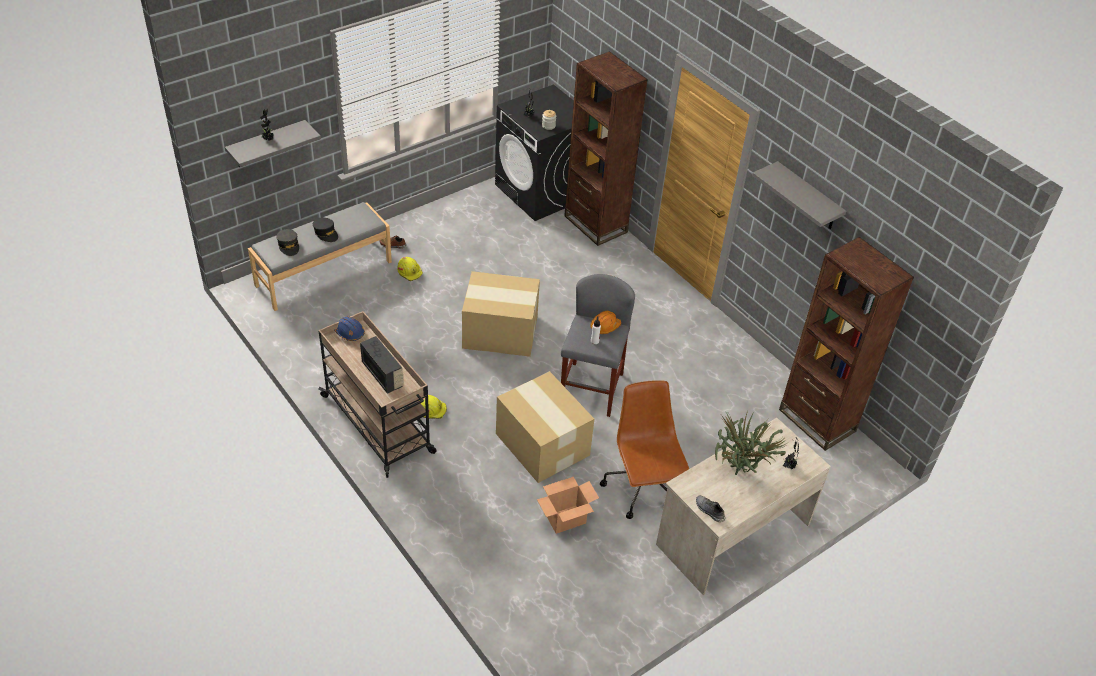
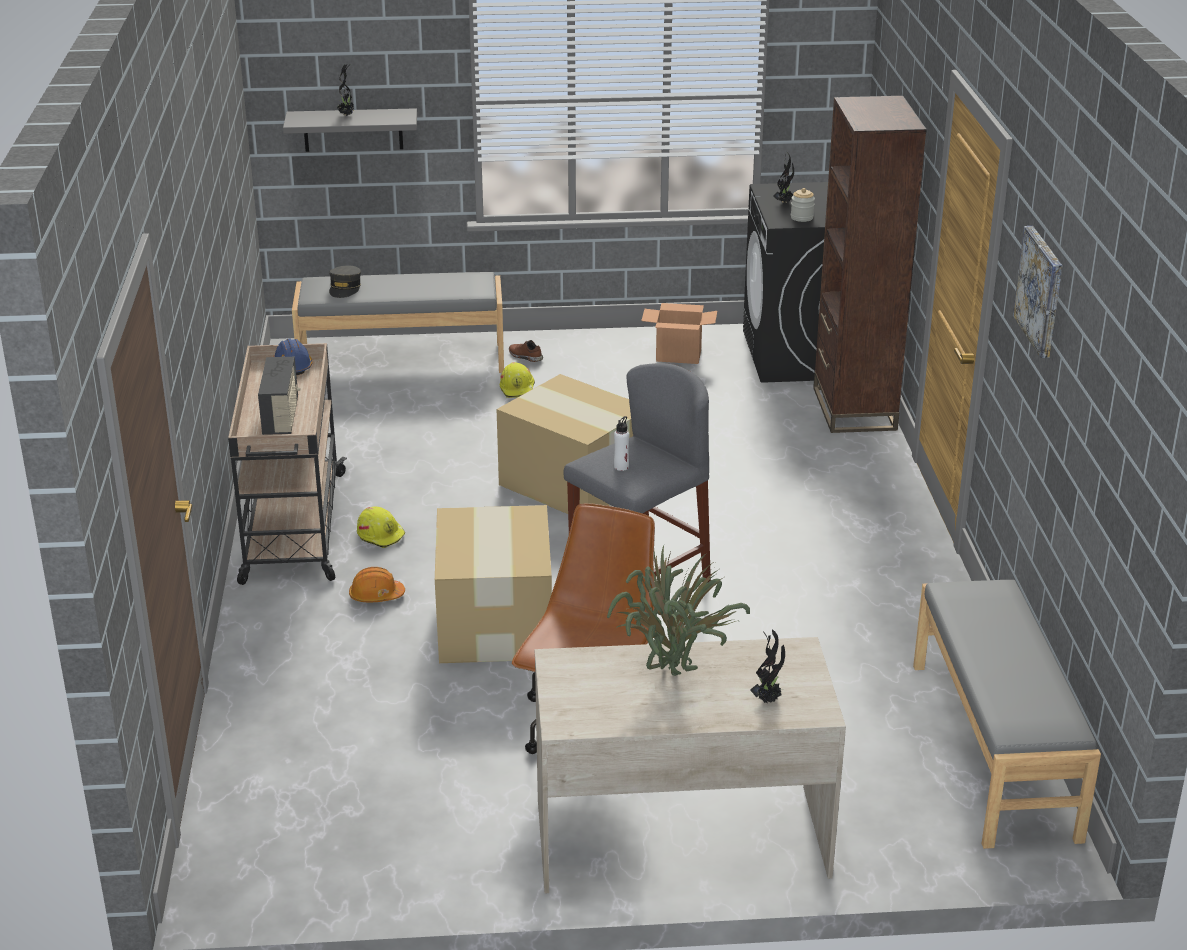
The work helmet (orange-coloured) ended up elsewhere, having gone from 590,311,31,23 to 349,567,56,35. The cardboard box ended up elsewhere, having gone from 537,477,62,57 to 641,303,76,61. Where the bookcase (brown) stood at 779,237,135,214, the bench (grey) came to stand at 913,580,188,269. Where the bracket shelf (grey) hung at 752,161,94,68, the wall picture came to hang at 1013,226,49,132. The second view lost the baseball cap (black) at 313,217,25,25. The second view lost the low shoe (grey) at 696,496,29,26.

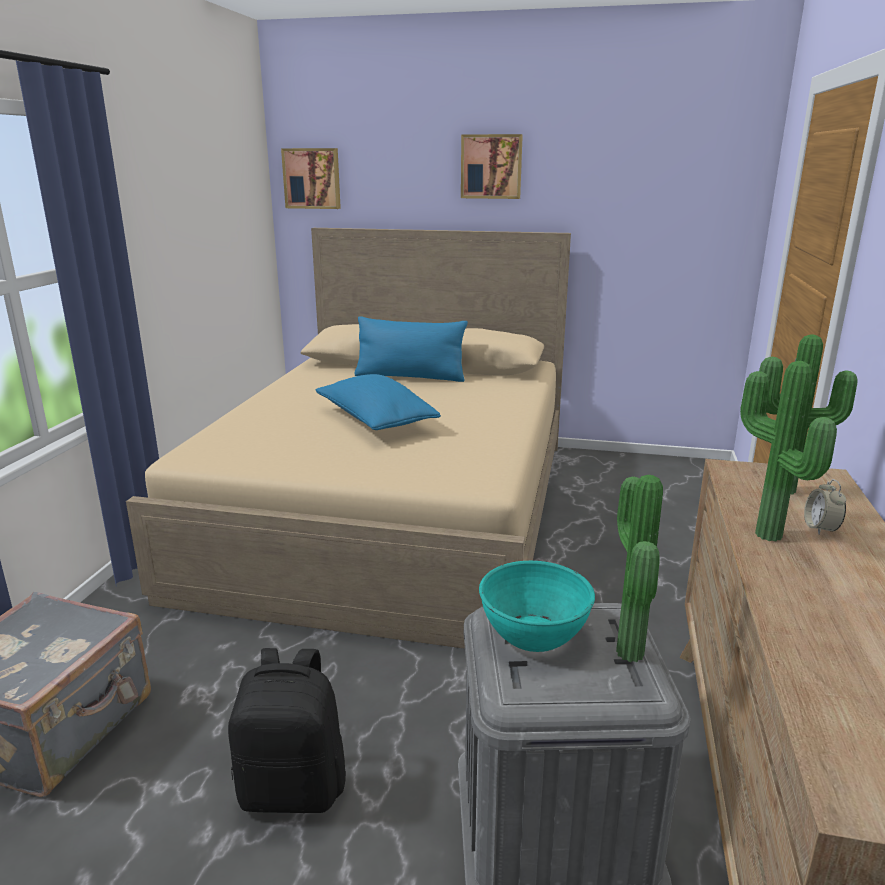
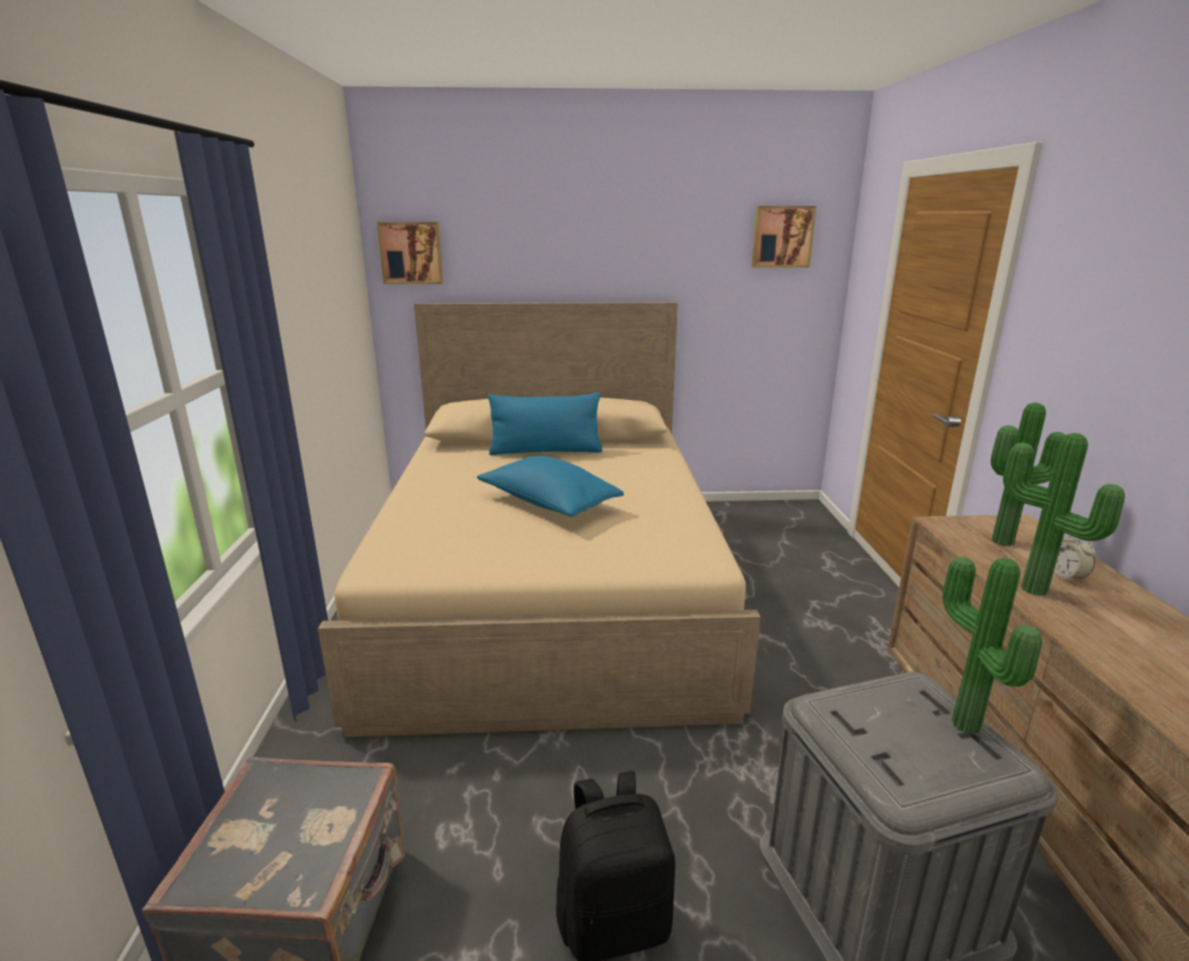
The wall picture ended up elsewhere, having gone from 461,134,62,65 to 752,206,64,62. The second view lost the bowl (turquoise) at 479,561,116,91.

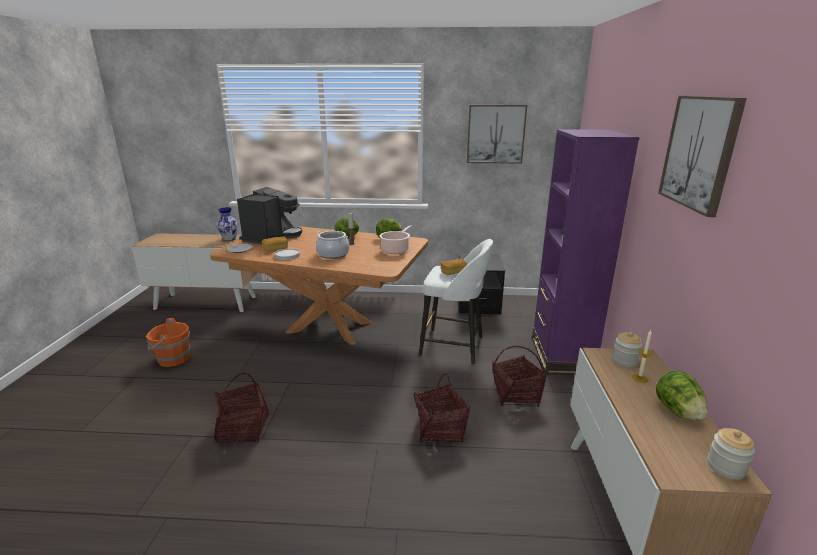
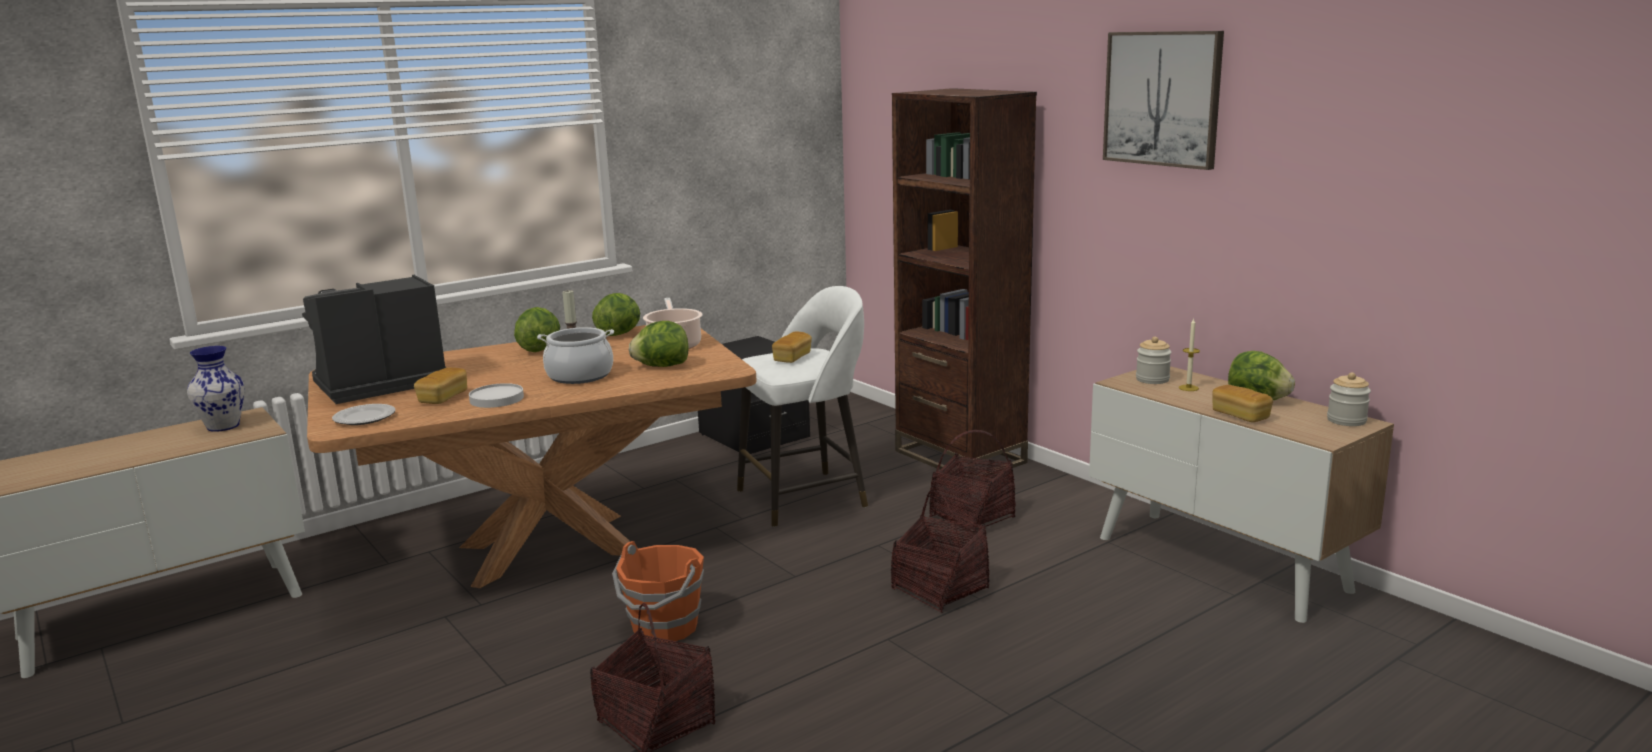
The coffee maker at 237,187,65,57 ended up facing another way, 105 degrees counterclockwise from before. The water bucket (orange-coloured) ended up elsewhere, having gone from 146,318,44,49 to 612,541,92,102. The second view gained the head of lettuce at 629,321,59,46. What was the bookcase (purple-coloured) at 532,129,108,246 turned into the bookcase (brown) at 892,88,145,395. The second view gained the bread at 1212,385,61,37. The second view lost the wall picture at 467,105,60,59.

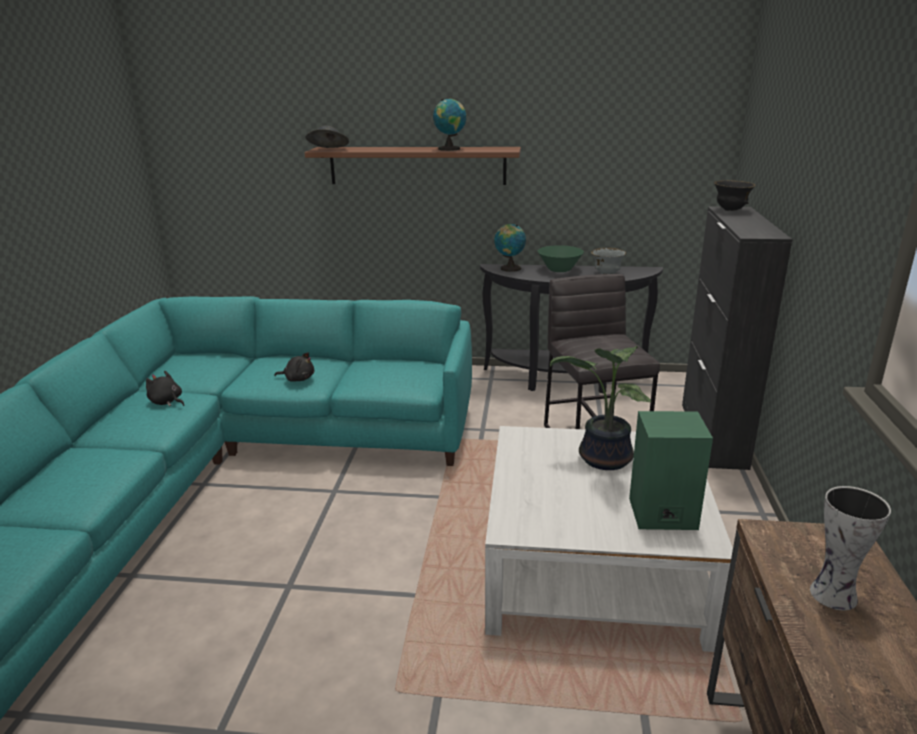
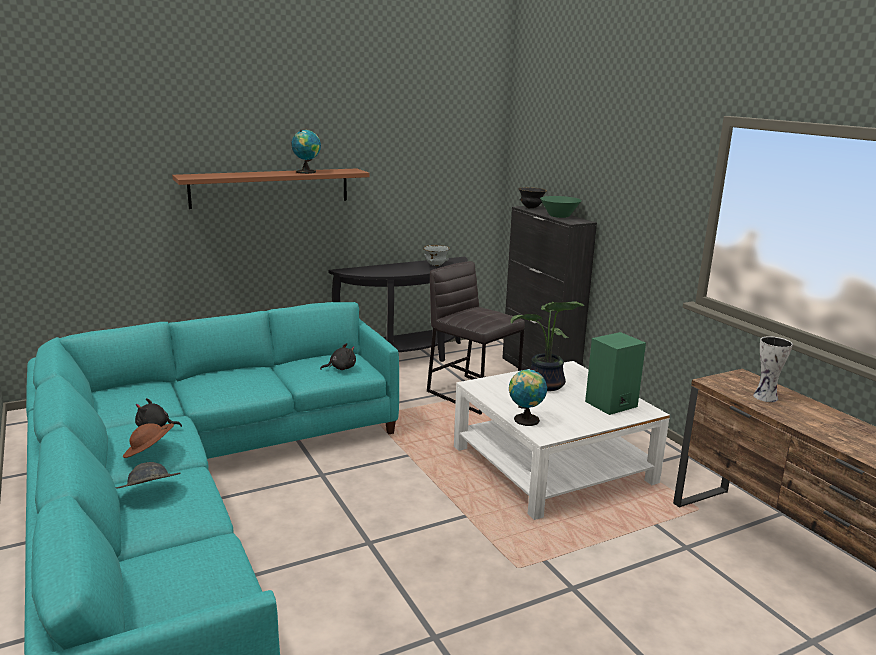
The wearable hat (grey) ended up elsewhere, having gone from 305,126,44,22 to 115,462,65,26. The second view gained the wearable hat (brown) at 123,423,51,35. The soft toy (black) ended up elsewhere, having gone from 274,352,40,30 to 320,343,36,27. The globe ended up elsewhere, having gone from 494,224,32,48 to 509,369,38,57. The bowl (green) ended up elsewhere, having gone from 538,245,46,27 to 540,196,42,22.

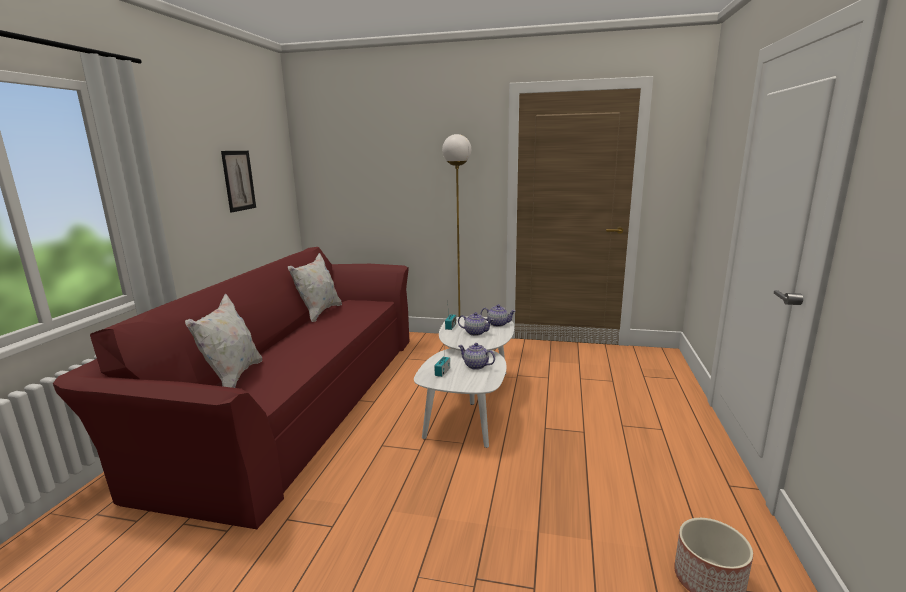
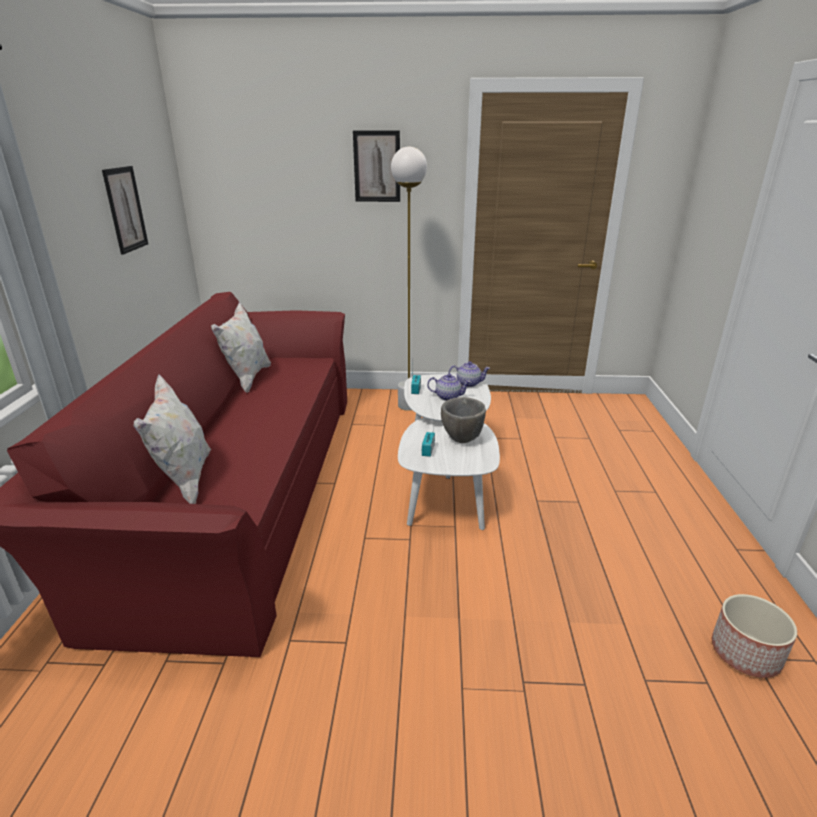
The second view gained the wall picture at 353,130,47,72. Where the pot for tea stood at 458,343,37,27, the bowl (grey) came to stand at 441,397,45,46.

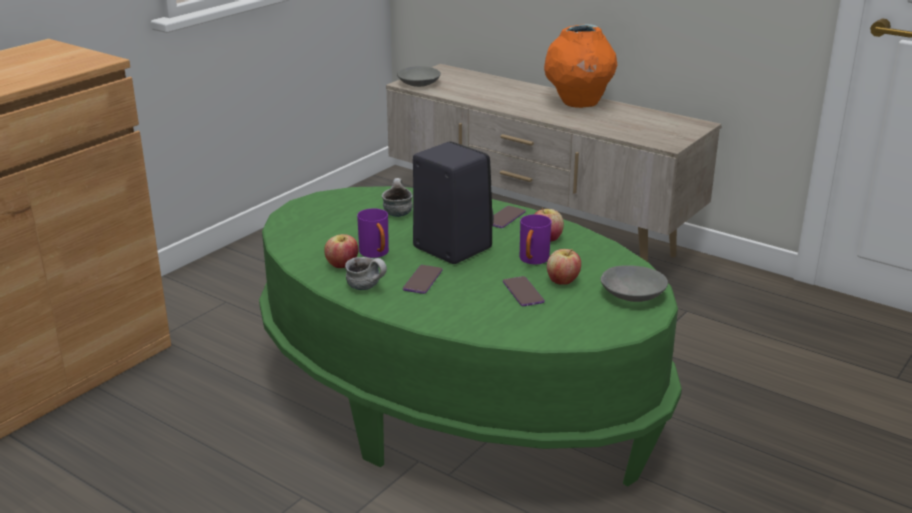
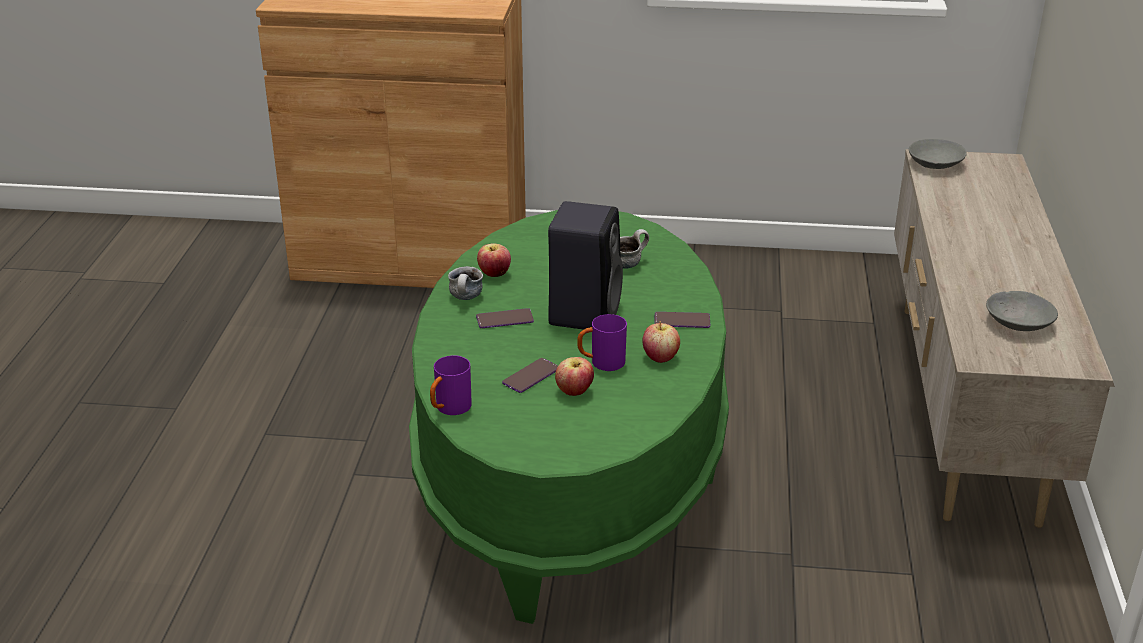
The tea mug (purple-coloured) ended up elsewhere, having gone from 357,209,32,49 to 430,355,42,60. The bowl (grey) ended up elsewhere, having gone from 601,265,67,37 to 986,291,72,40. The second view lost the decorative vase (orange-coloured) at 544,24,73,84.

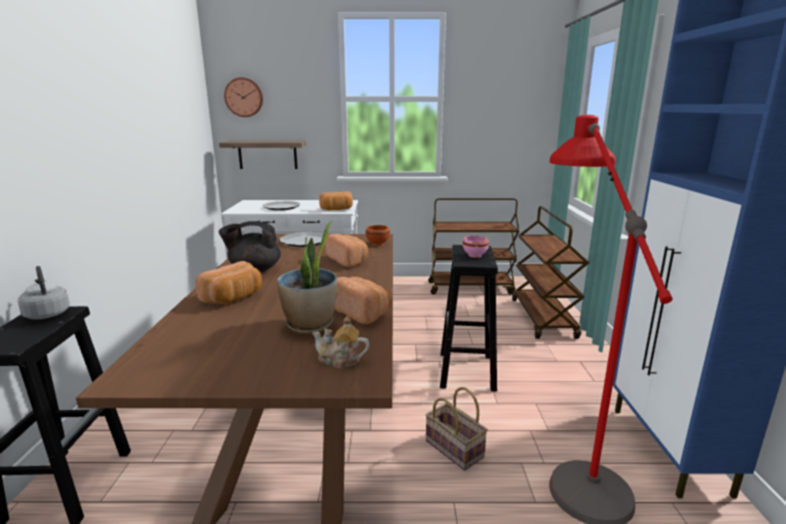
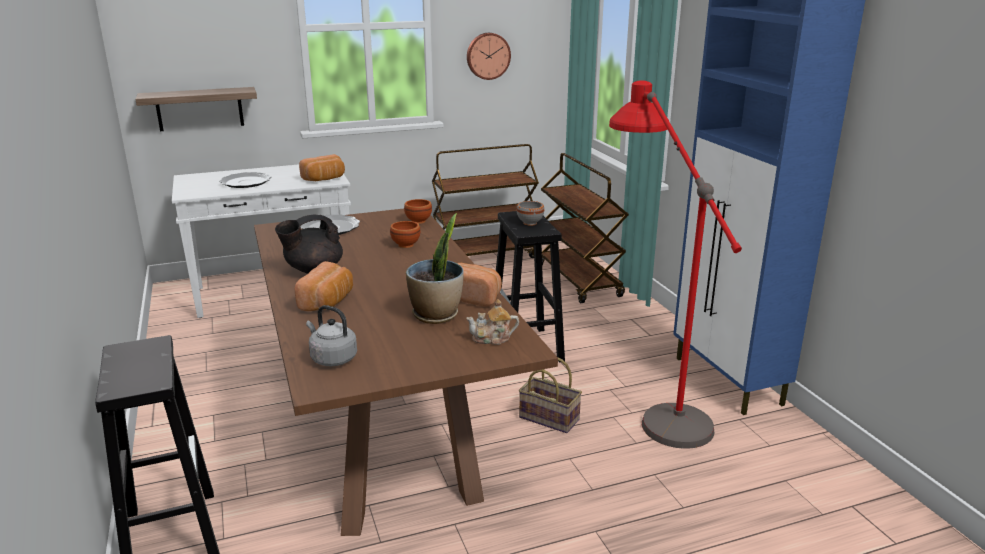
The tea kettle (grey) ended up elsewhere, having gone from 18,266,52,54 to 306,305,51,61. Where the bread stood at 325,234,43,33, the bowl (brown) came to stand at 390,221,31,27. The wall clock ended up elsewhere, having gone from 224,77,39,40 to 467,33,44,47. What was the bowl (pink-coloured) at 463,235,26,23 turned into the bowl (grey) at 517,201,27,25.

